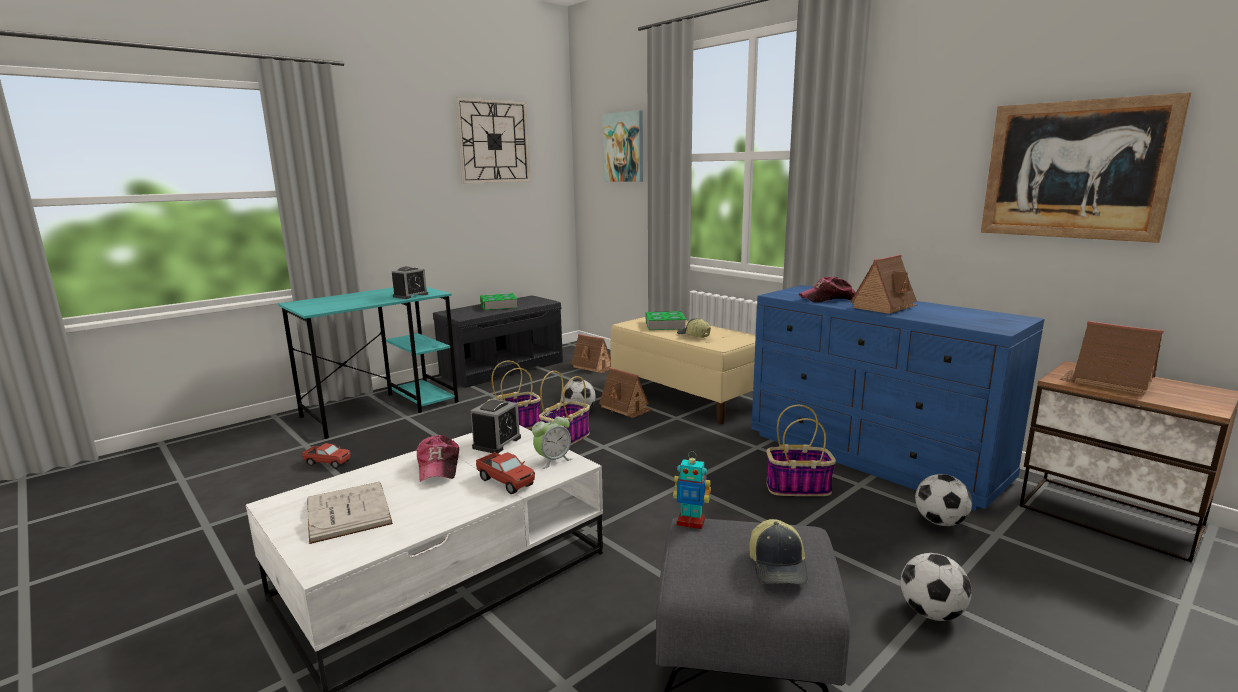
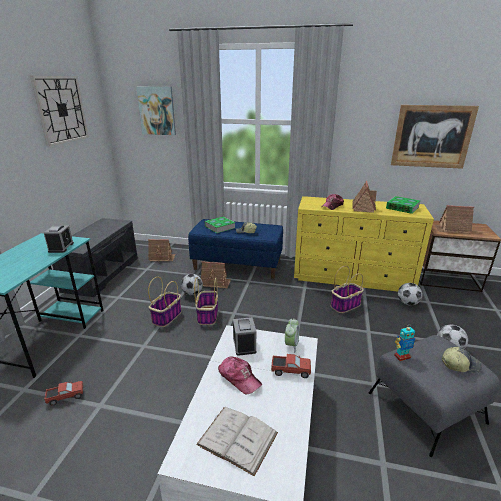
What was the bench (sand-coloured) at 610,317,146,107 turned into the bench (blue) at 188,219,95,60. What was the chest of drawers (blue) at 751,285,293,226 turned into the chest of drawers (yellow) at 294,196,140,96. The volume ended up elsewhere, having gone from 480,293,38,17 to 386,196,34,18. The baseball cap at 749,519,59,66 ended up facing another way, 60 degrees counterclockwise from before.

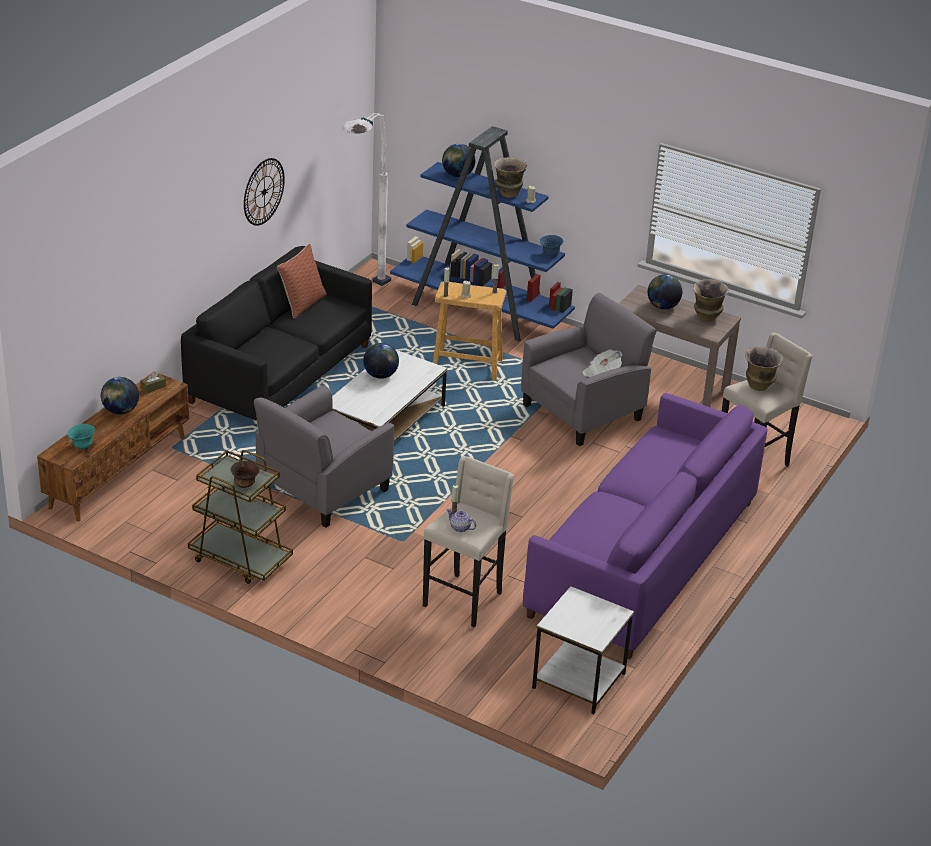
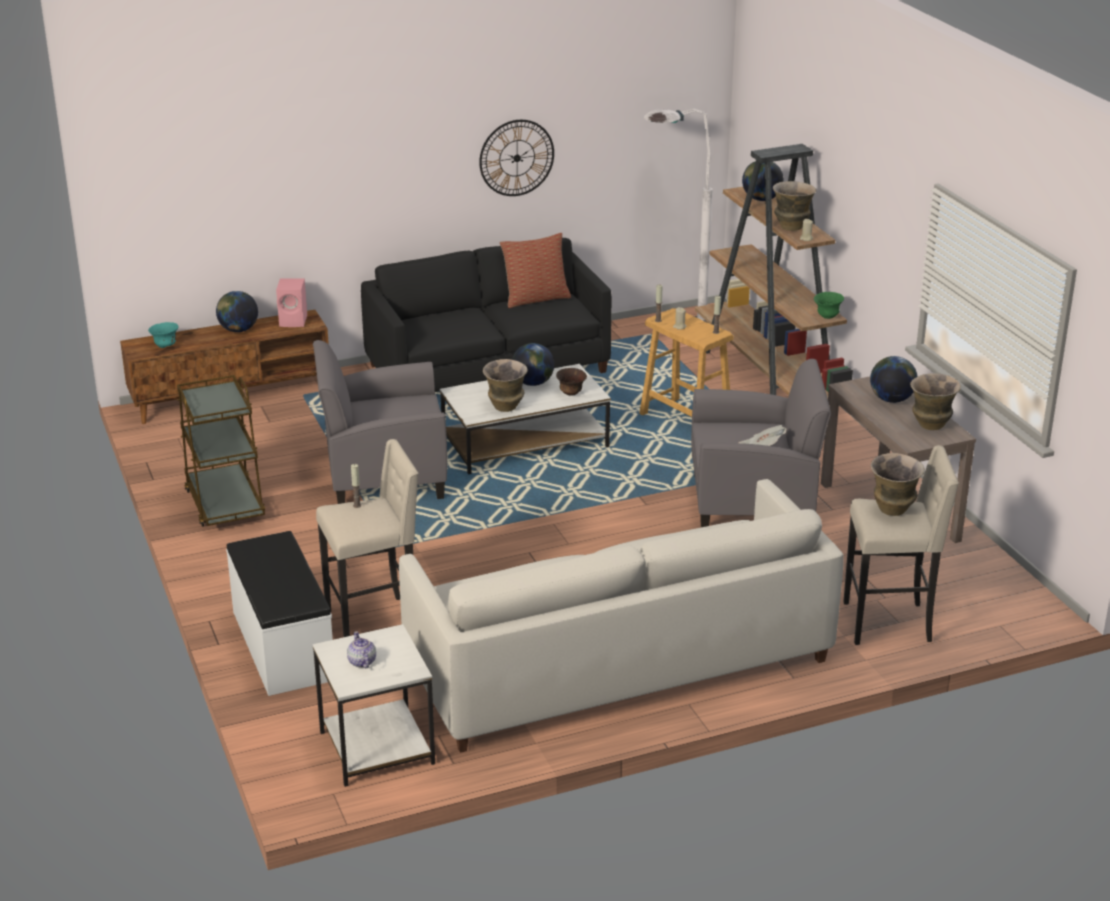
The second view gained the bench (whitish) at 226,531,107,165. Where the box of tissues (brown) stood at 140,372,26,21, the loudspeaker (pink-coloured) came to stand at 276,278,31,49. The pot for tea ended up elsewhere, having gone from 447,509,29,23 to 347,631,29,37. What was the sofa (purple-coloured) at 523,393,244,266 turned into the sofa (whitish) at 399,479,445,274. The second view gained the decorative vase at 483,359,45,53. The bowl (brown) ended up elsewhere, having gone from 231,461,28,27 to 556,368,31,28. What was the bookcase (blue) at 390,126,185,216 turned into the bookcase (brown) at 695,144,158,254. What was the bowl (blue) at 540,235,23,22 turned into the bowl (green) at 814,292,30,27.

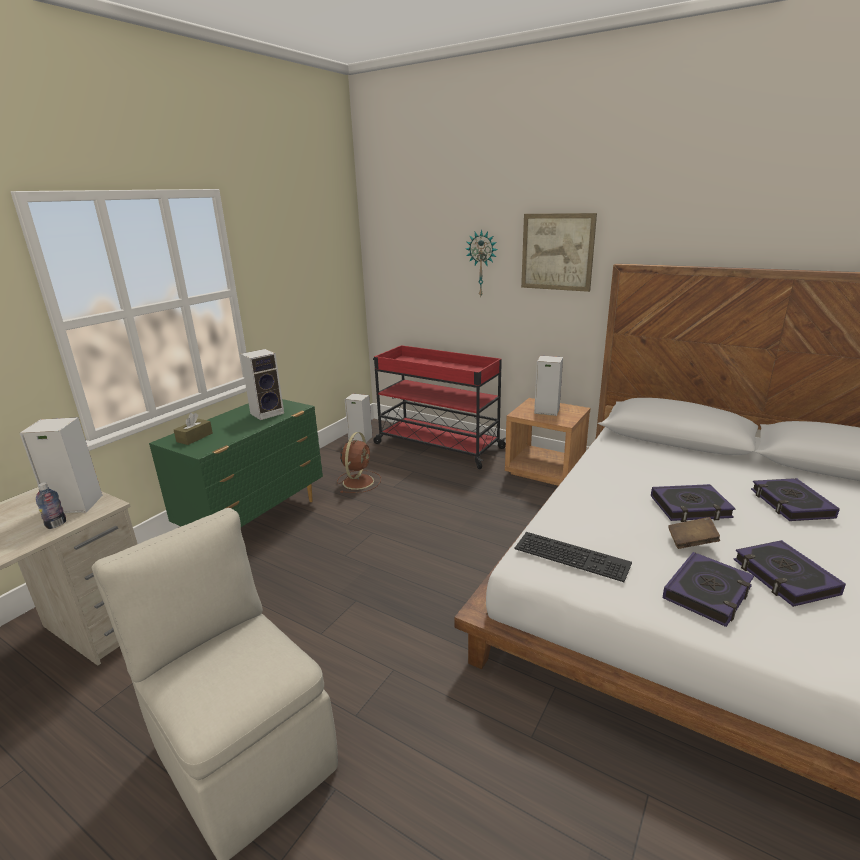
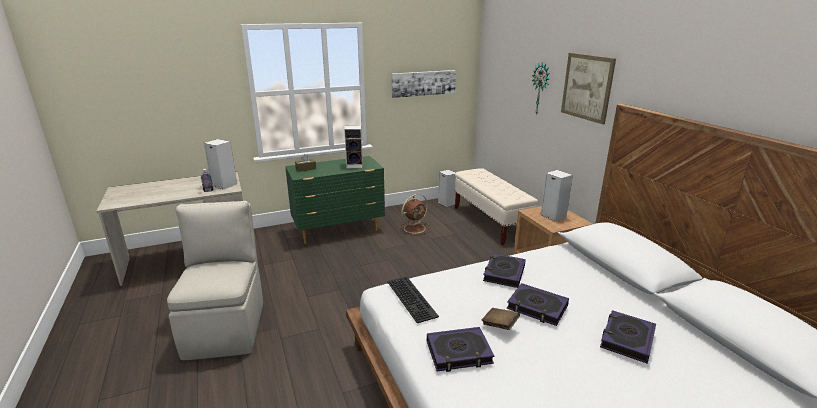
The second view gained the wall picture at 391,70,65,28. Where the trolley (reddish) stood at 373,345,133,124, the bench (sand-coloured) came to stand at 455,168,83,77. The volume ended up elsewhere, having gone from 733,540,113,67 to 483,253,43,35.

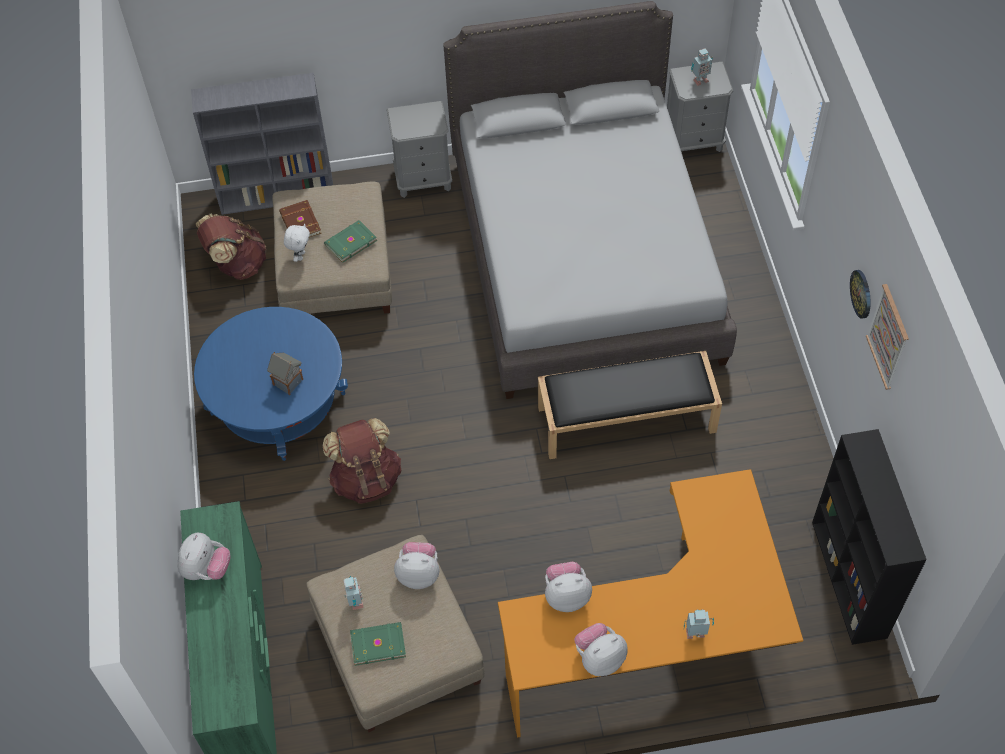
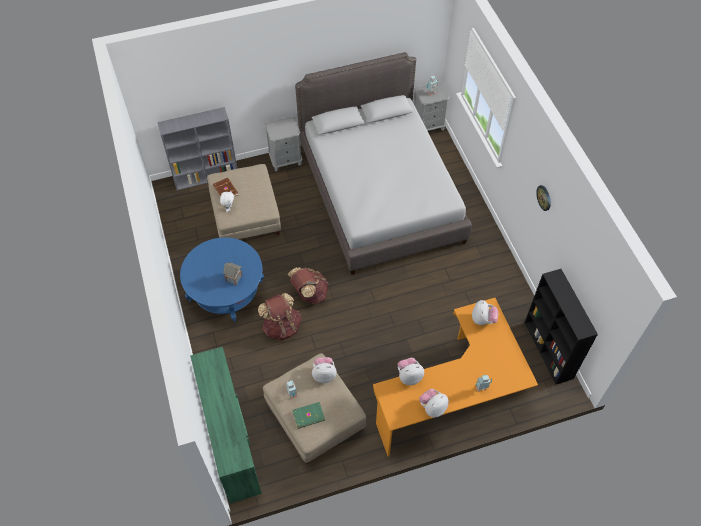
The backpack (brown) ended up elsewhere, having gone from 196,214,70,66 to 288,267,41,37. The soft toy ended up elsewhere, having gone from 178,533,53,47 to 472,300,26,25. The second view lost the volume (green) at 324,220,53,43. The second view lost the bench (black) at 538,351,184,108. The second view lost the wall picture at 866,284,43,106.

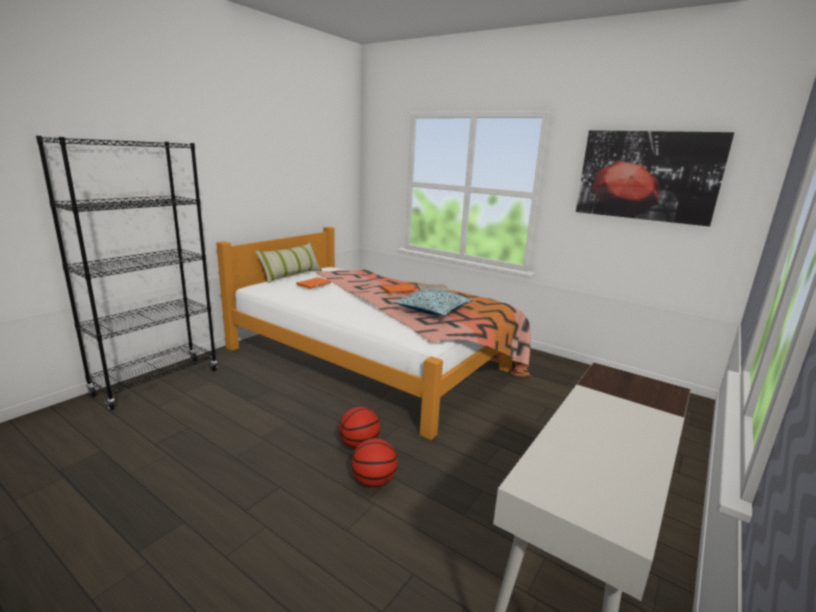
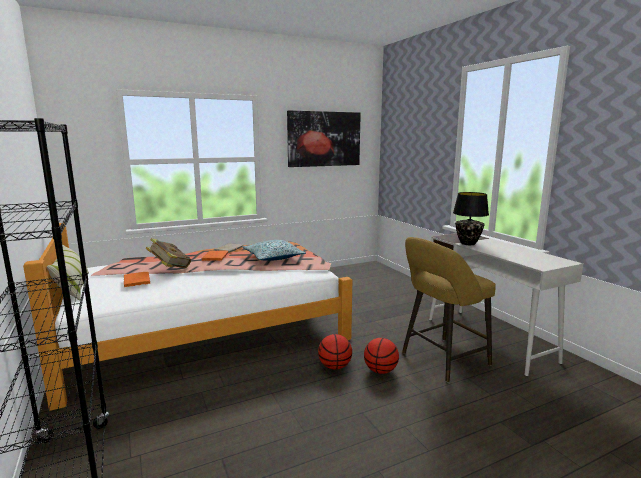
The second view gained the volume at 146,238,45,30. The second view gained the sitting stool (yellow) at 402,237,94,145. The second view gained the table lamp (black) at 453,192,36,53.

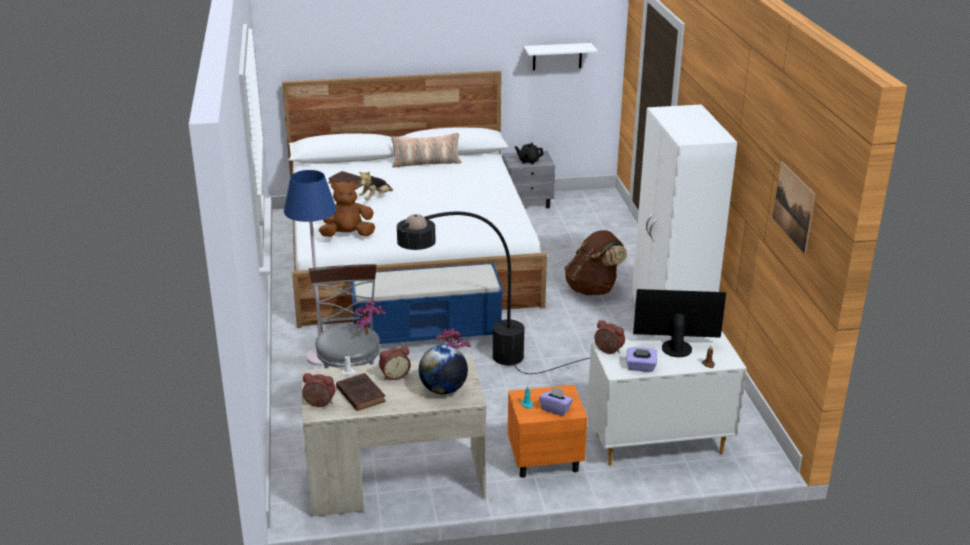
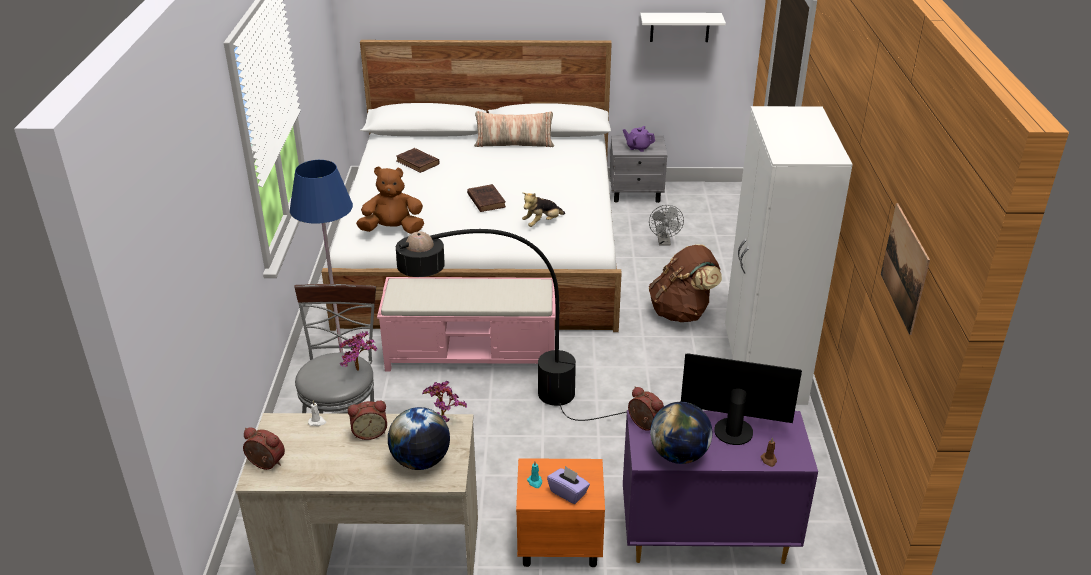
What was the bench (blue) at 350,263,154,81 turned into the bench (pink-coloured) at 377,277,178,95. The volume (brown) ended up elsewhere, having gone from 336,373,50,38 to 467,184,39,28. The soft toy ended up elsewhere, having gone from 359,172,34,28 to 522,193,43,34. What was the pot for tea (black) at 515,143,29,21 turned into the pot for tea (purple-coloured) at 623,126,32,26. What was the chest of drawers (whitish) at 587,331,160,135 turned into the chest of drawers (purple-coloured) at 623,410,195,154. The second view gained the fan (grey) at 649,205,35,41. Where the box of tissues (purple-coloured) stood at 627,347,30,25, the globe came to stand at 650,402,62,62.

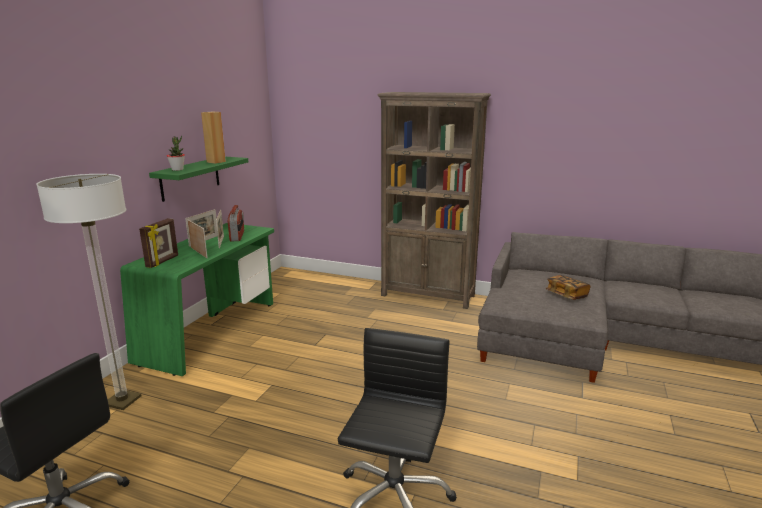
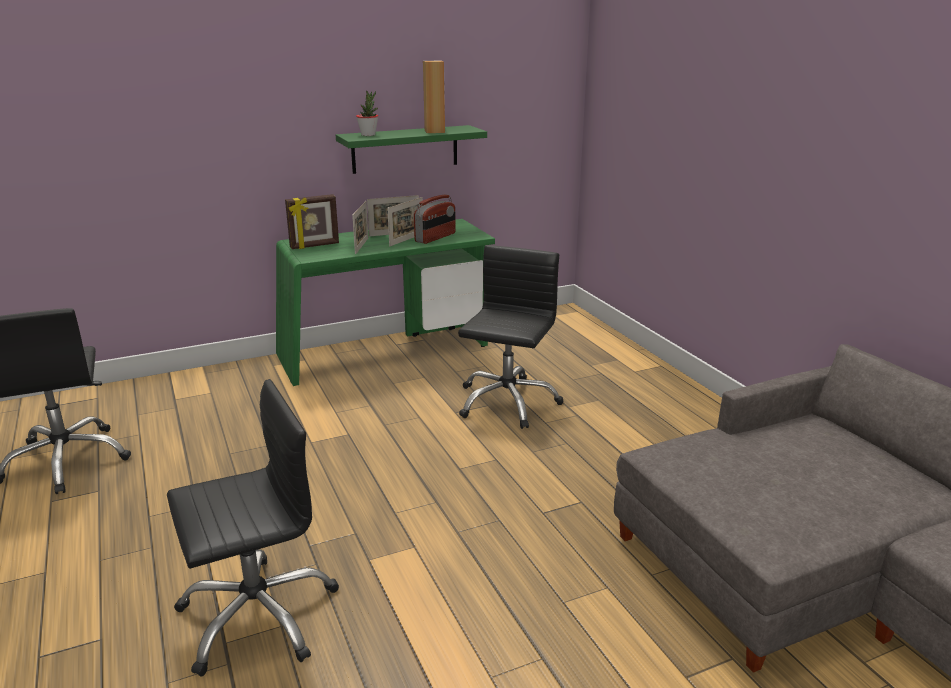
The second view gained the office chair (black) at 458,245,106,184. The second view lost the standard lamp at 36,174,105,236. The second view lost the bookcase (brown) at 377,92,114,217. The second view lost the volume at 546,275,44,25.

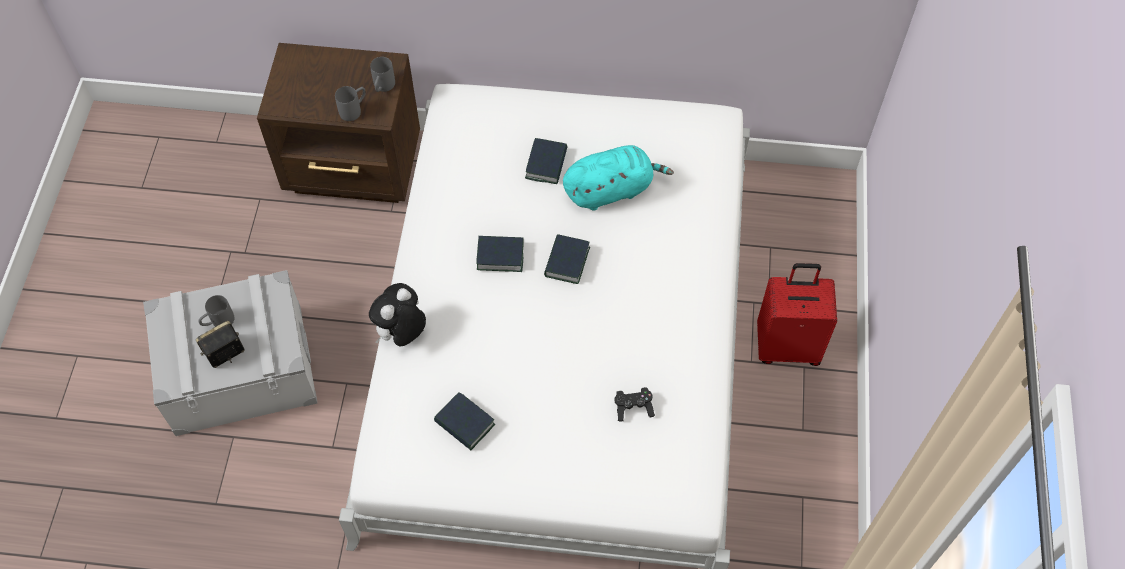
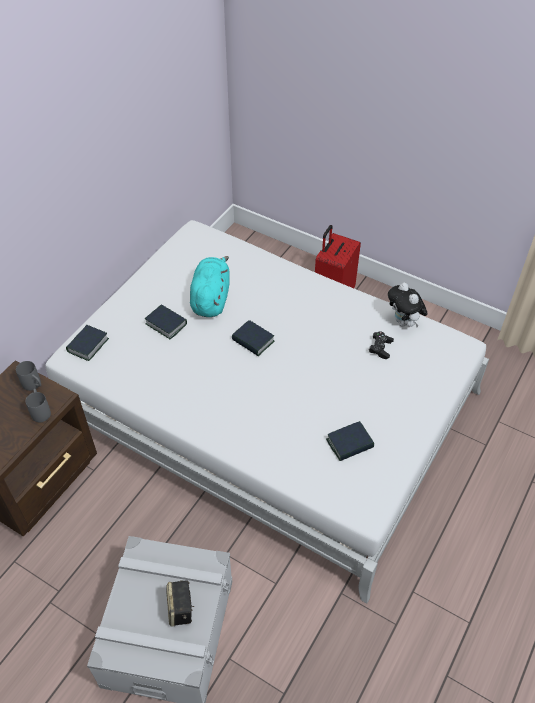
The volume ended up elsewhere, having gone from 476,236,48,36 to 66,325,43,36. The soft toy ended up elsewhere, having gone from 369,283,57,63 to 388,282,40,45. The second view lost the tea mug (grey) at 199,295,35,32.

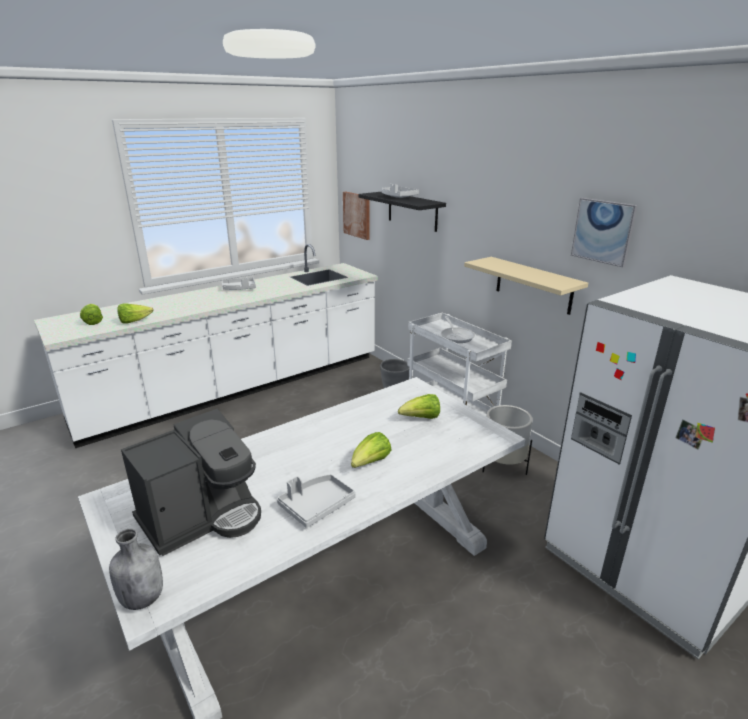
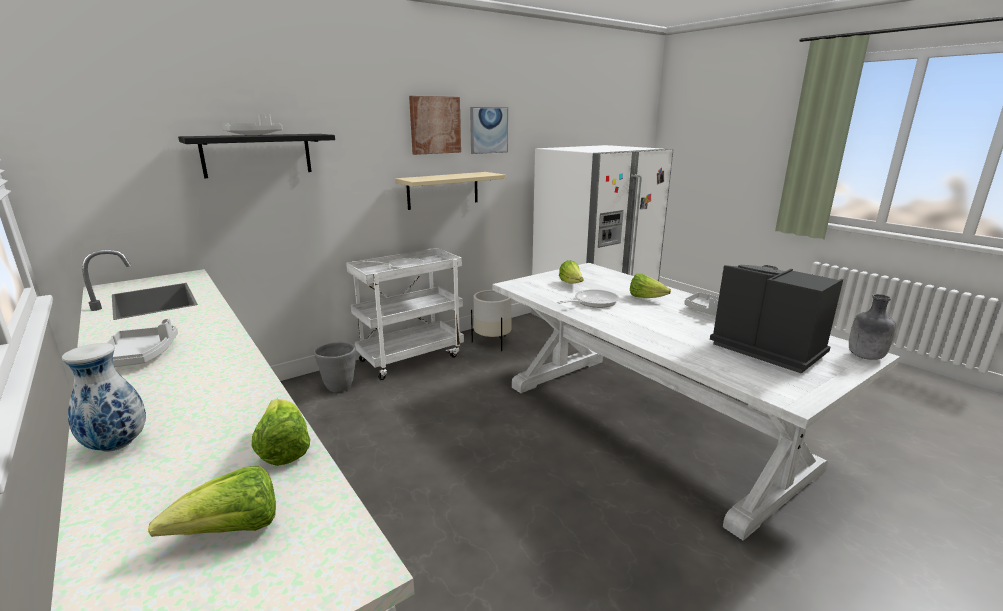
The second view gained the decorative vase at 62,343,84,109. The wall picture ended up elsewhere, having gone from 343,192,27,48 to 409,96,52,59. The second view gained the pan at 557,289,62,19.

